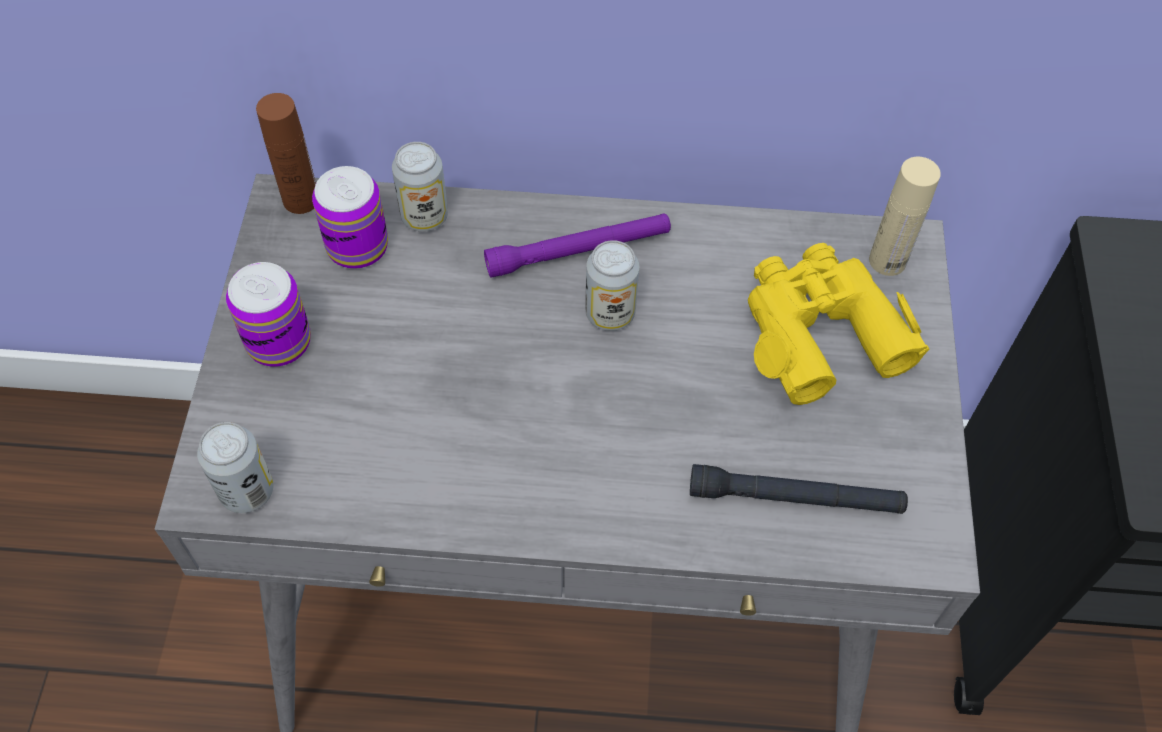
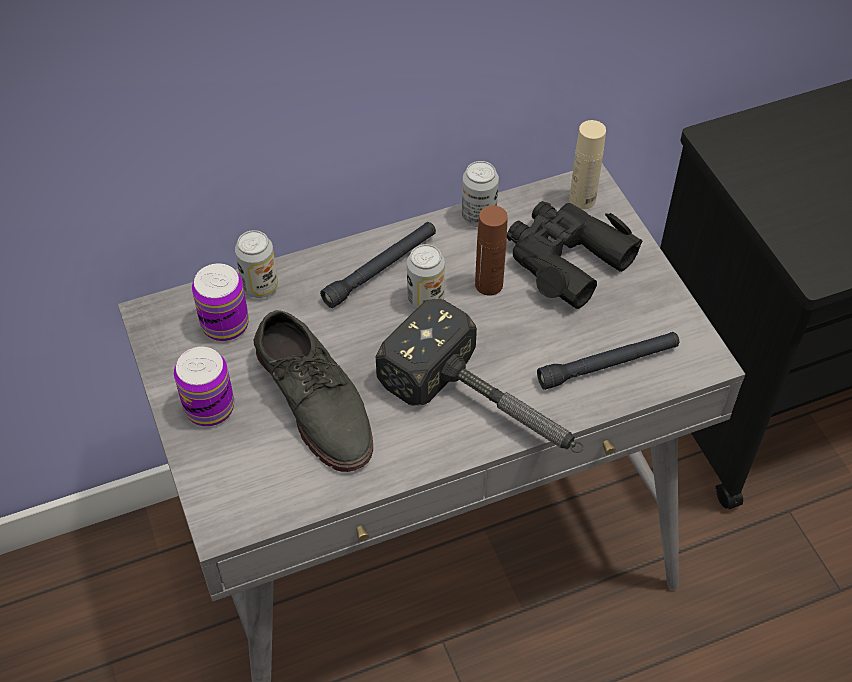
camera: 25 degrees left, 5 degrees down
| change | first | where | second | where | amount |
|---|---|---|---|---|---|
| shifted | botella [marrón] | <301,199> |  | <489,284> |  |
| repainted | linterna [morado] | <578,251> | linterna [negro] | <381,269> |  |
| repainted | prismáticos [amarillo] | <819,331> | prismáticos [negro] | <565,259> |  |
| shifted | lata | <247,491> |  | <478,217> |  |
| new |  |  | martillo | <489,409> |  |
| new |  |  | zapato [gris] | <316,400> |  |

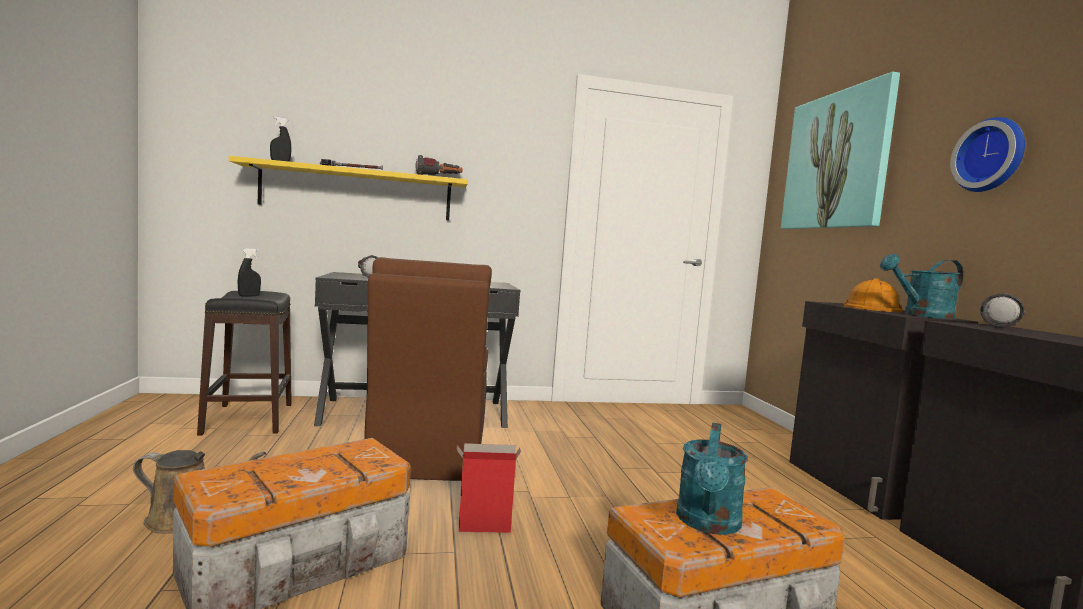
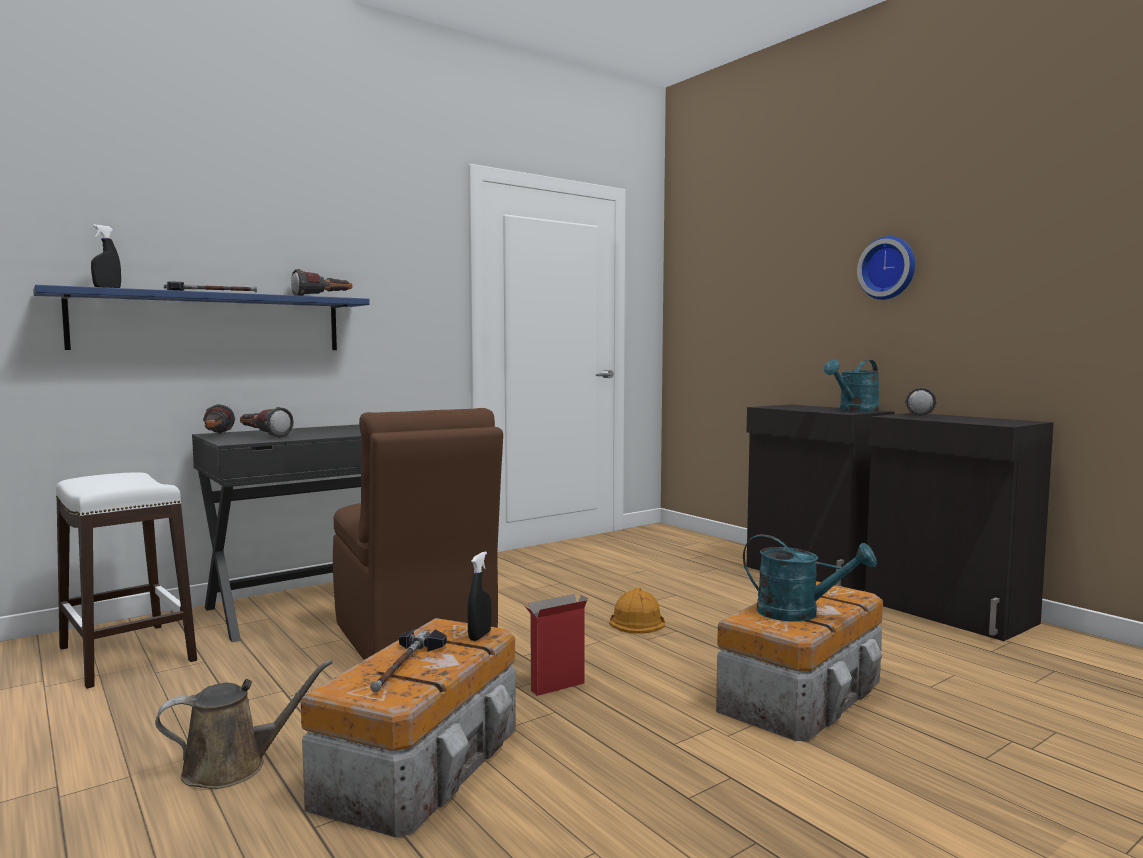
camera: 25 degrees left, 0 degrees up
| change | first | where | second | where | amount |
|---|---|---|---|---|---|
| gone | cuadro | <837,161> |  |  |  |
| repainted | estante [amarillo] | <357,192> | estante [azul] | <212,322> |  |
| shifted | pulverizador [negro] | <249,296> |  | <479,636> |  |
| shifted | casco [naranja] | <872,308> |  | <637,620> |  |
| repainted | taburete [negro] | <249,418> | taburete [blanco] | <127,653> |  |
| rotated | regadera [turquesa] | <708,524> |  | <799,613> | 60 degrees counterclockwise |
| new |  |  | linterna | <215,436> |  |
| new |  |  | martillo | <405,666> |  |

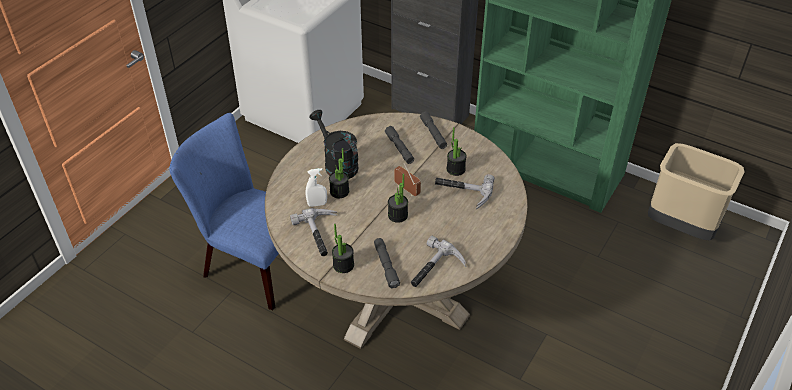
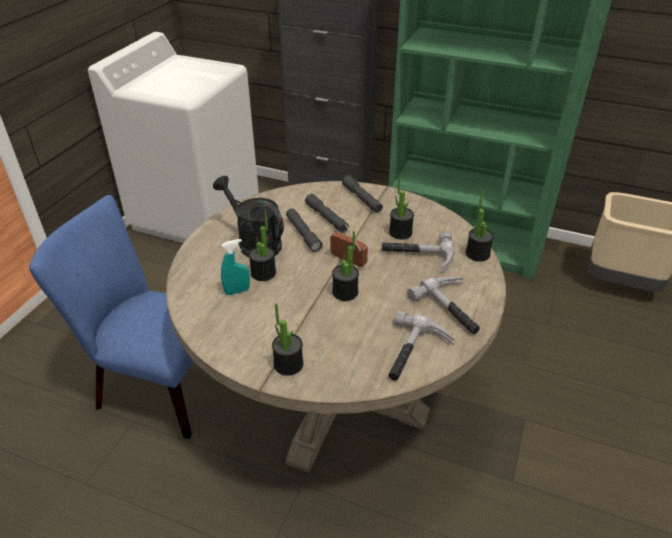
camera: 10 degrees left, 5 degrees down
| change | first | where | second | where | amount |
|---|---|---|---|---|---|
| repainted | pulverizador [blanco] | <317,204> | pulverizador [turquesa] | <237,291> |  |
| shifted | martillo | <320,234> |  | <453,308> |  |
| shifted | linterna [gris] | <386,266> |  | <303,234> |  |
| new |  |  | planta en maceta | <477,254> |  |

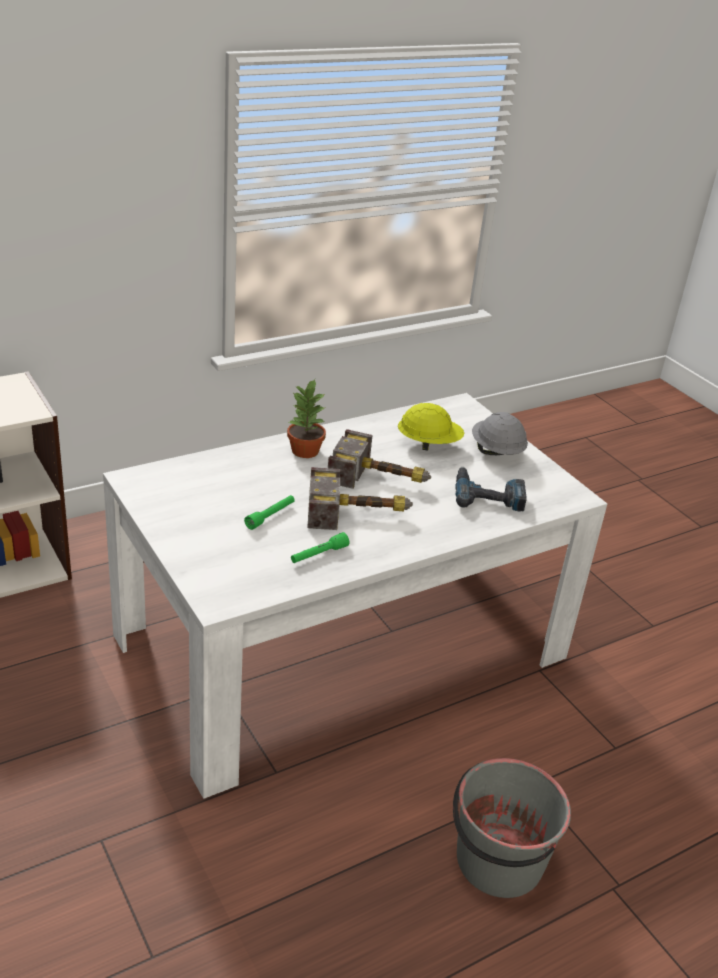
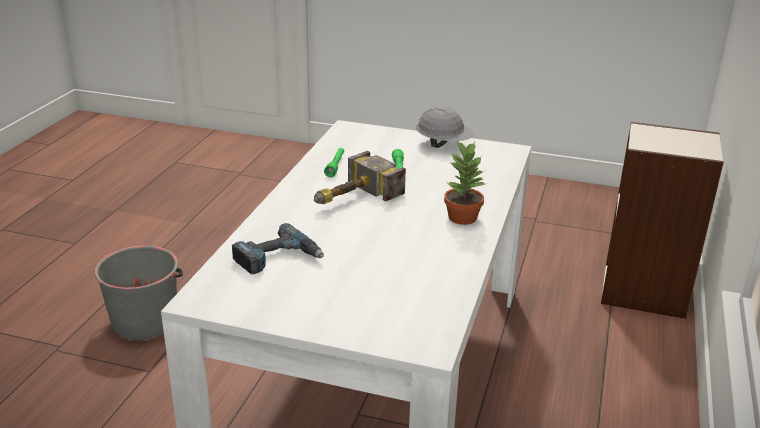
camera: 140 degrees right, 5 degrees down
| change | first | where | second | where | amount |
|---|---|---|---|---|---|
| gone | casco [amarillo] | <428,444> |  |  |  |
| shifted | casco [gris] | <496,451> |  | <444,145> |  |
| gone | martillo | <382,478> |  |  |  |

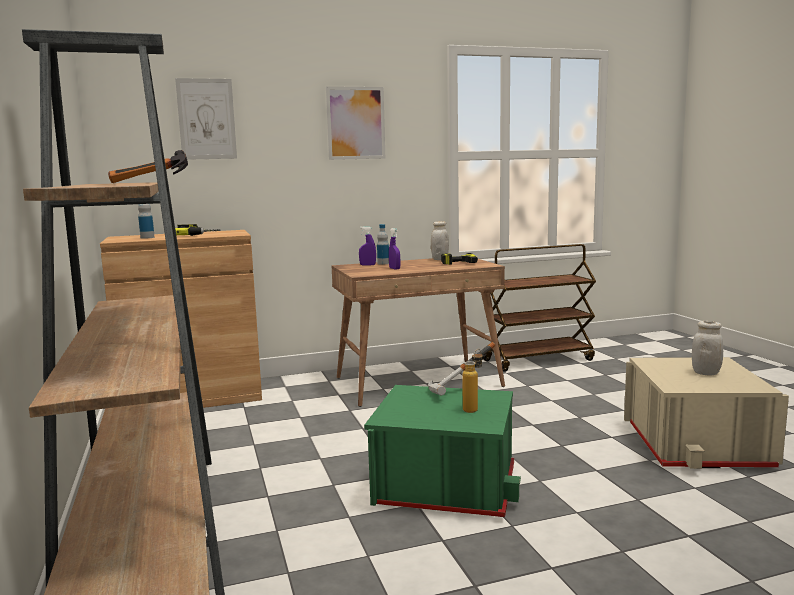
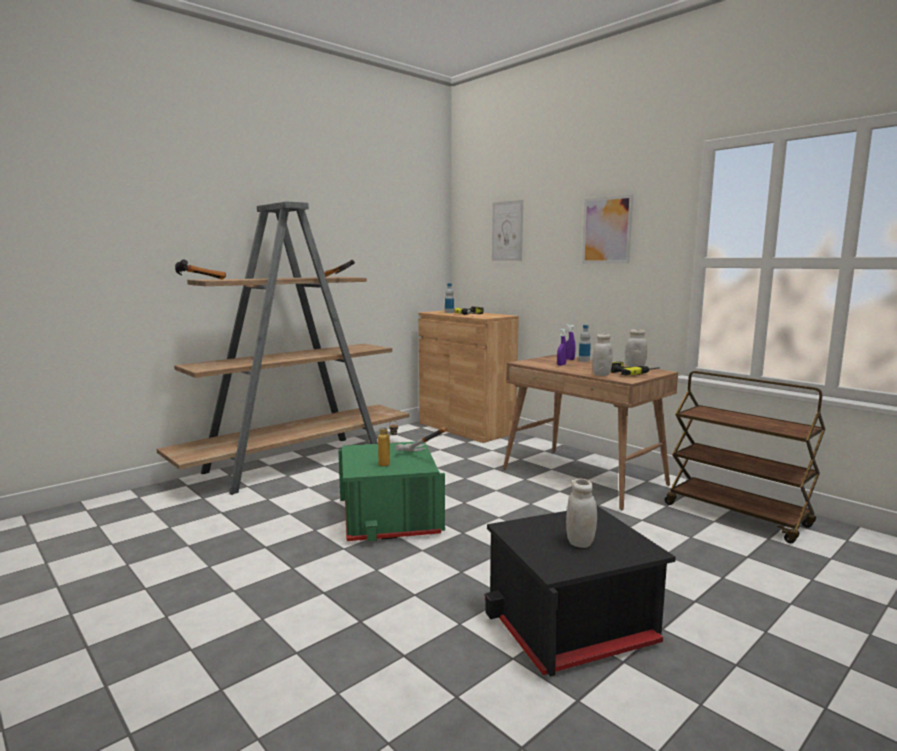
camera: 65 degrees right, 0 degrees up
| change | first | where | second | where | amount |
|---|---|---|---|---|---|
| repainted | caja de almacenaje [beis] | <696,445> | caja de almacenaje [negro] | <572,624> |  |
| new |  |  | martillo | <200,279> |  |
| new |  |  | tarro [blanco] | <601,375> |  |

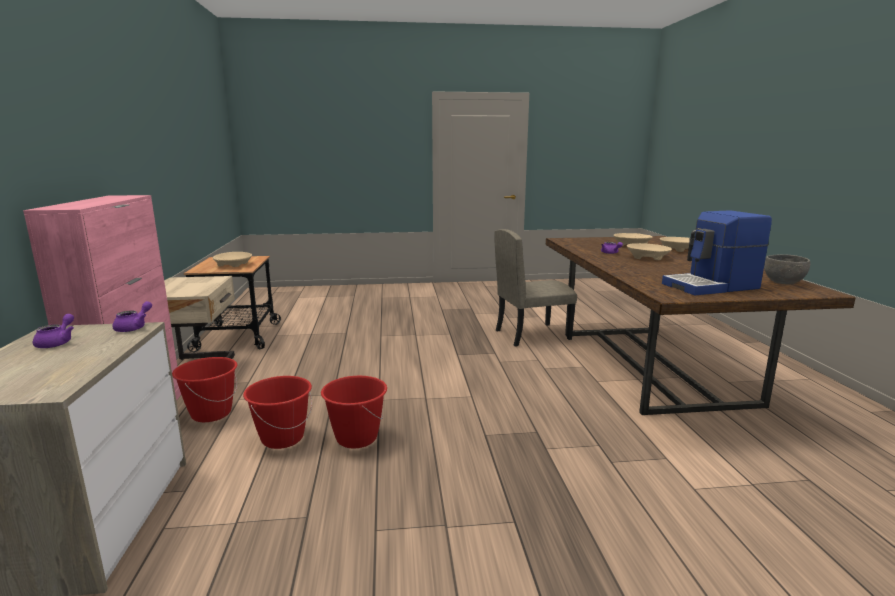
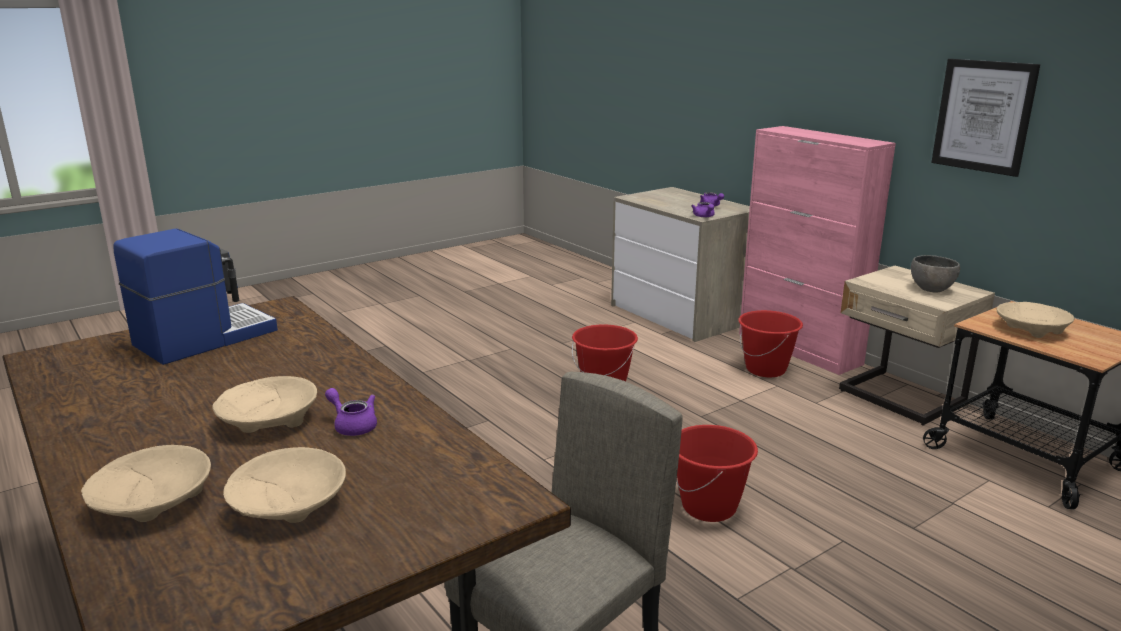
camera: 150 degrees right, 5 degrees up
| change | first | where | second | where | amount |
|---|---|---|---|---|---|
| shifted | cuenco [gris] | <783,283> |  | <932,289> |  |
| shifted | cubo [rojo] | <282,438> |  | <709,507> |  |
| new |  |  | cuadro | <983,116> |  |

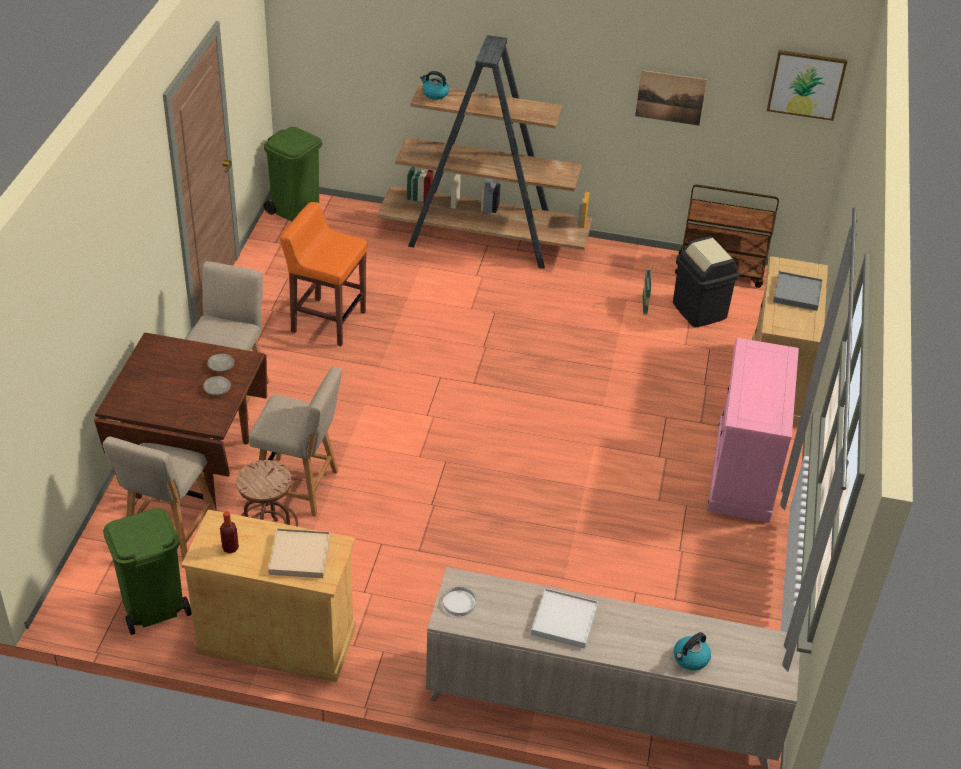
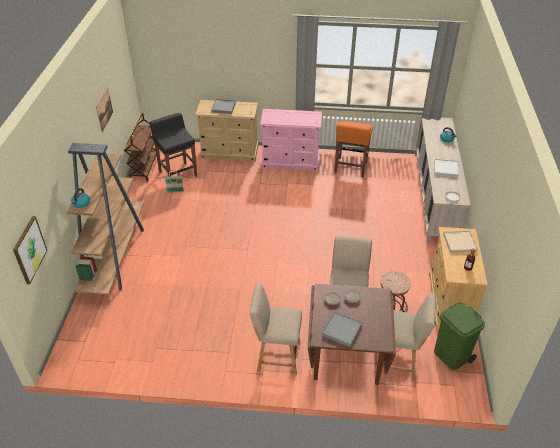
camera: 95 degrees left, 0 degrees up
| change | first | where | second | where | amount |
|---|---|---|---|---|---|
| shifted | cuadro | <806,84> |  | <29,250> |  |
| gone | papelera [verde] | <296,209> |  |  |  |
| shifted | taburete [naranja] | <327,321> |  | <350,168> |  |
| swapped | papelera [negro] | <700,310> | taburete [negro] | <178,173> |  |
| new |  |  | bandeja [gris] | <341,330> |  |

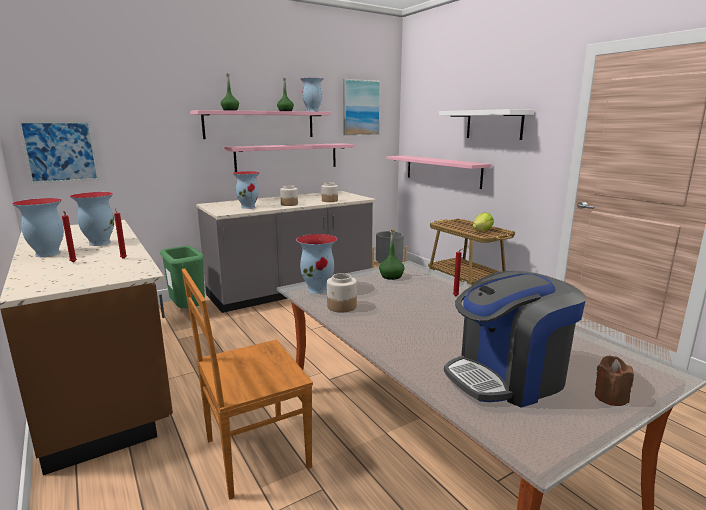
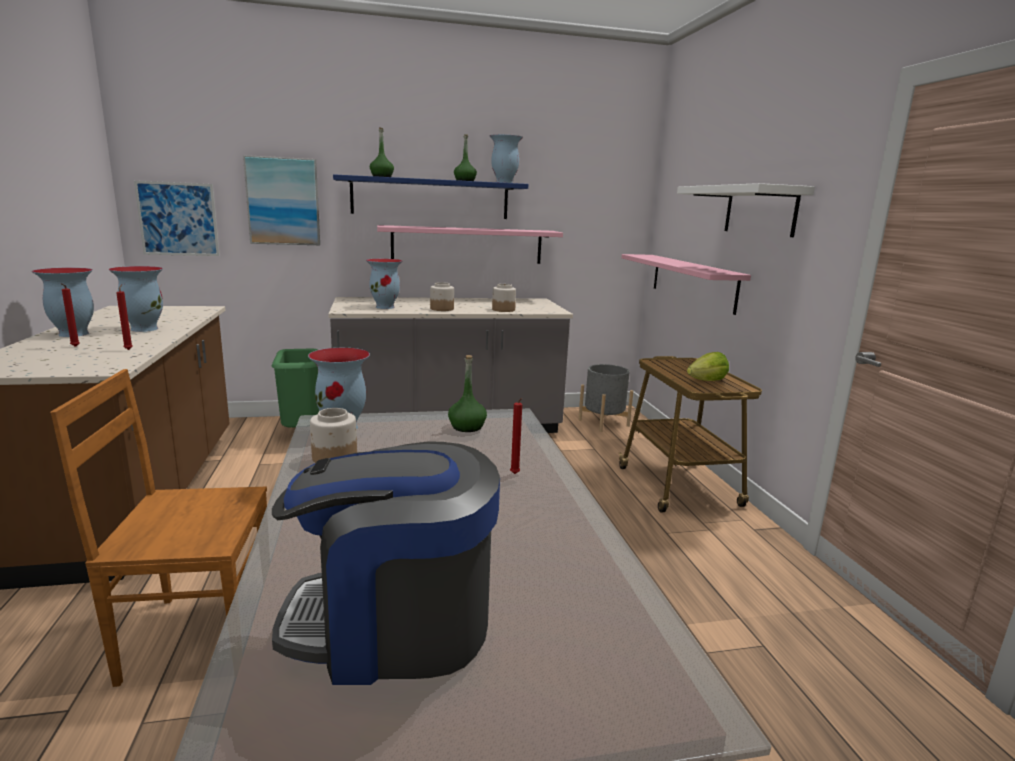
camera: 20 degrees right, 0 degrees up
| change | first | where | second | where | amount |
|---|---|---|---|---|---|
| shifted | cuadro | <361,107> |  | <283,201> |  |
| repainted | estante [rosa] | <260,124> | estante [azul] | <430,198> |  |
| gone | vela [marrón] | <610,397> |  |  |  |

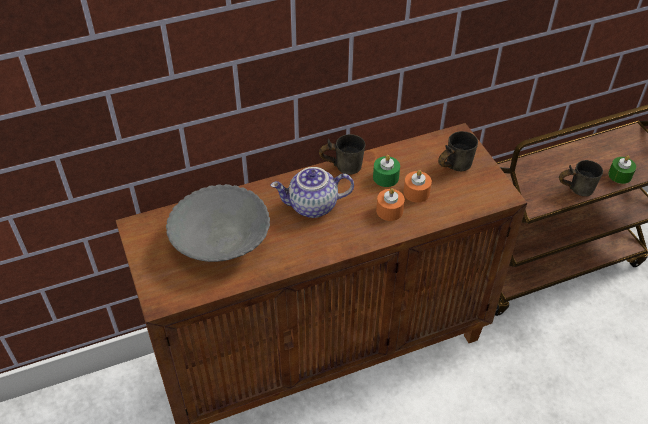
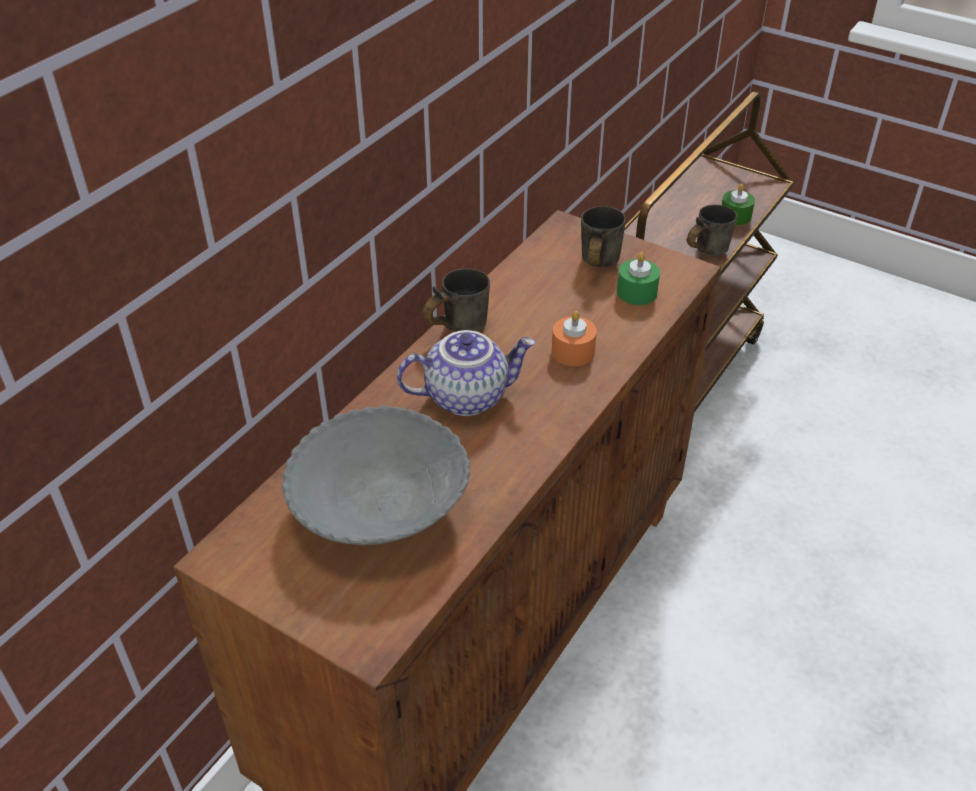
camera: 35 degrees left, 5 degrees down
| change | first | where | second | where | amount |
|---|---|---|---|---|---|
| shifted | vela [verde] | <385,177> |  | <636,292> |  |
| rotated | tetera | <312,206> |  | <467,396> | 150 degrees counterclockwise |
| gone | vela [naranja] | <416,192> |  |  |  |

